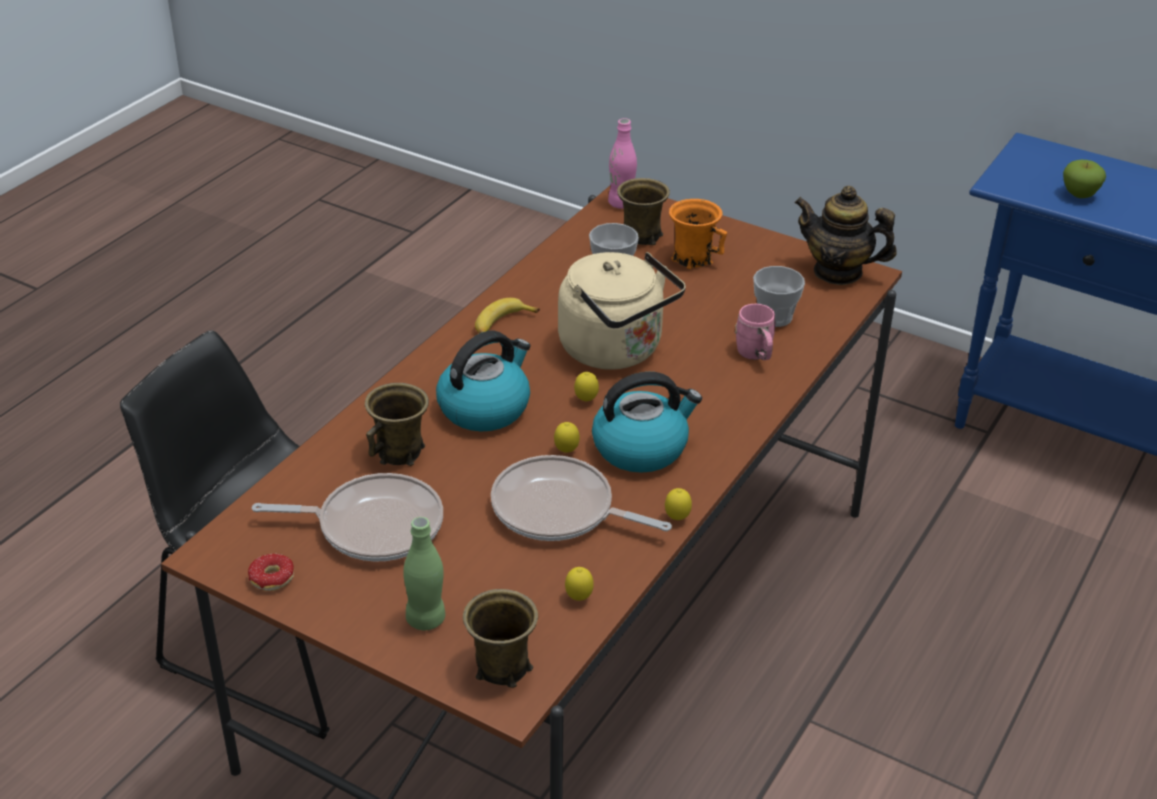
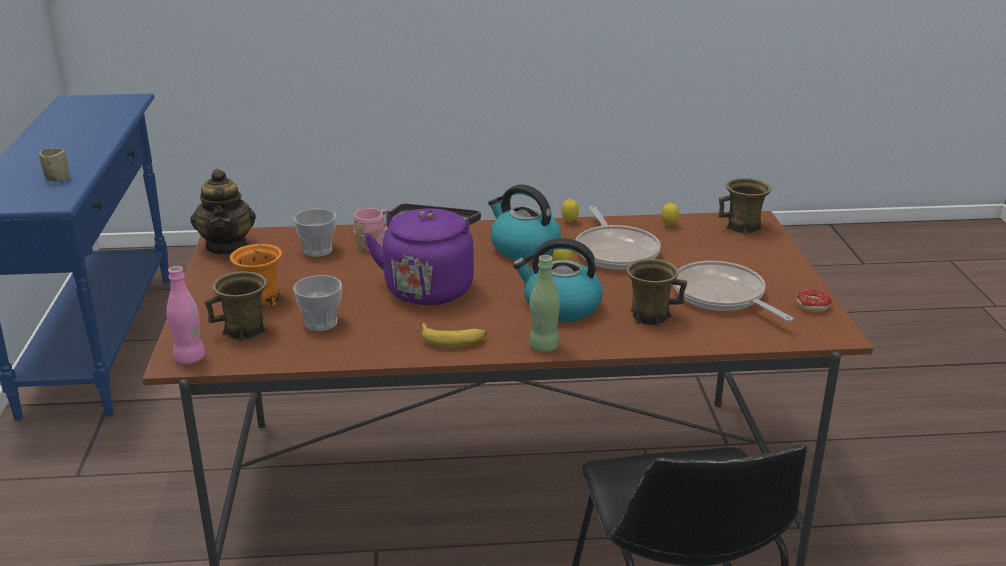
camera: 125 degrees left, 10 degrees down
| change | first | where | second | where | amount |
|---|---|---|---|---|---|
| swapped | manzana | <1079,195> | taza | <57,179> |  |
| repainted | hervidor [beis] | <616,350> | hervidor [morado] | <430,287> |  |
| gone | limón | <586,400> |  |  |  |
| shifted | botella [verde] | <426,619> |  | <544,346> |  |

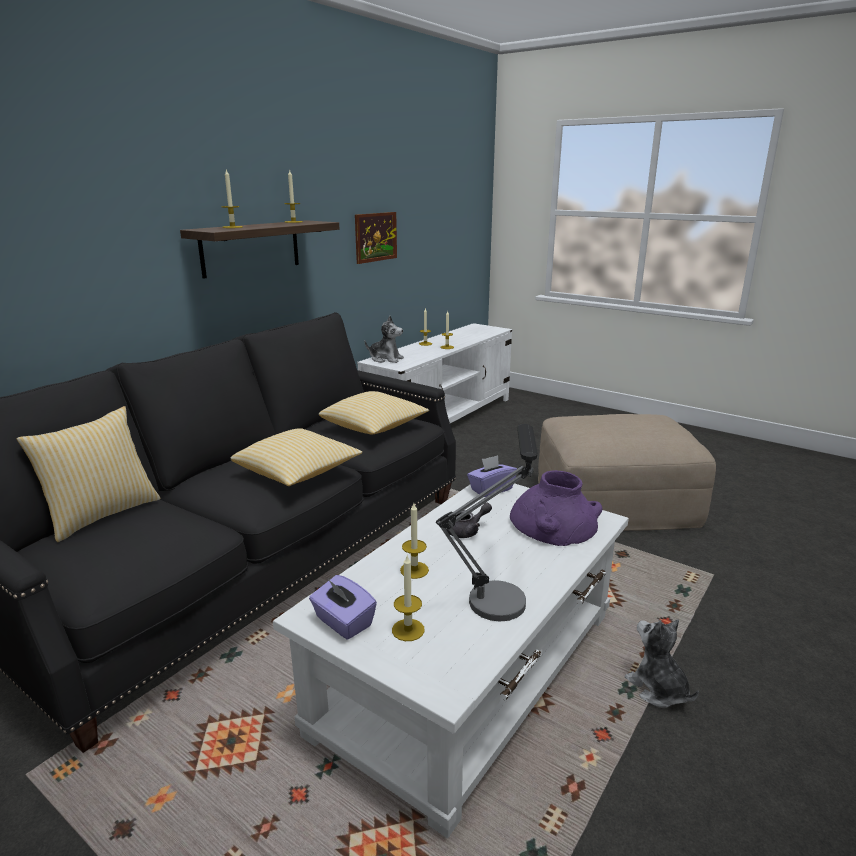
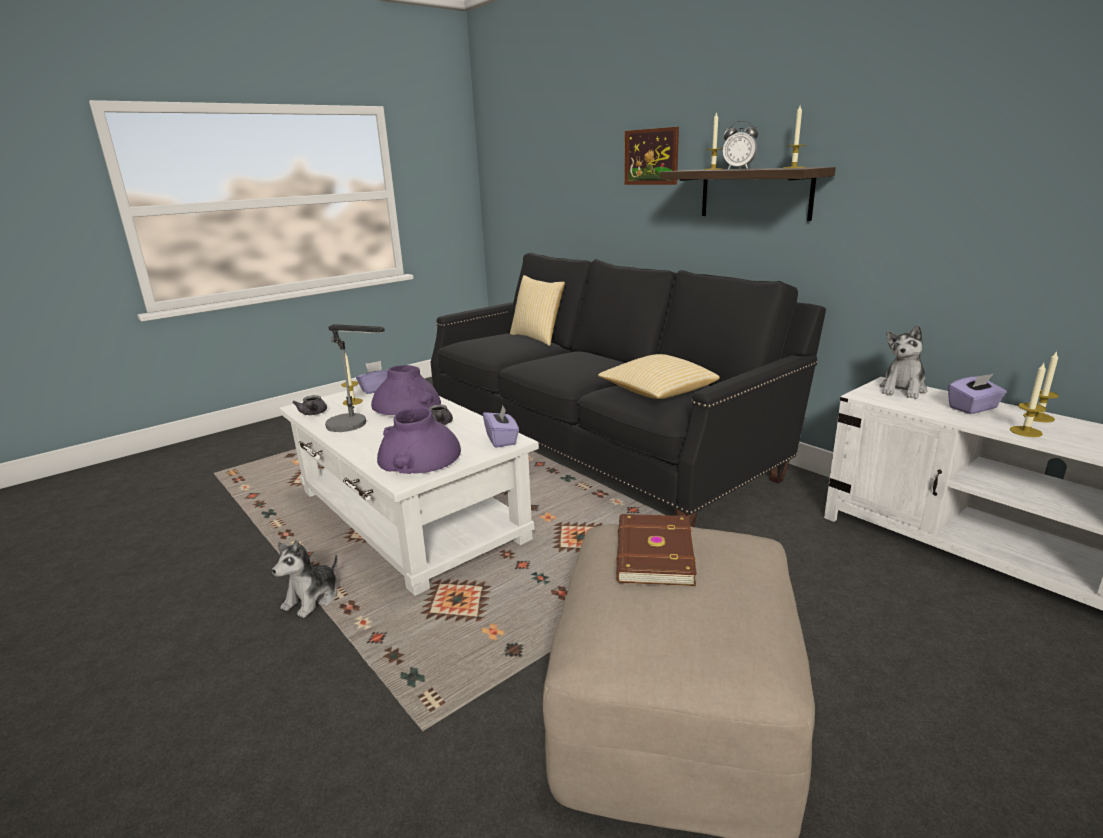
camera: 105 degrees right, 0 degrees up
| change | first | where | second | where | amount |
|---|---|---|---|---|---|
| shifted | cuadro | <375,237> |  | <651,157> |  |
| gone | cojín | <297,473> |  |  |  |
| swapped | vela | <414,570> | florero [morado] | <407,406> |  |
| rotated | peluche | <657,689> |  | <313,598> | 135 degrees clockwise |
| new |  |  | despertador | <738,169> |  |
| new |  |  | caja de pañuelos [morado] | <973,408> |  |
| new |  |  | tetera [gris] | <313,414> |  |
| new |  |  | libro [marrón] | <652,553> |  |

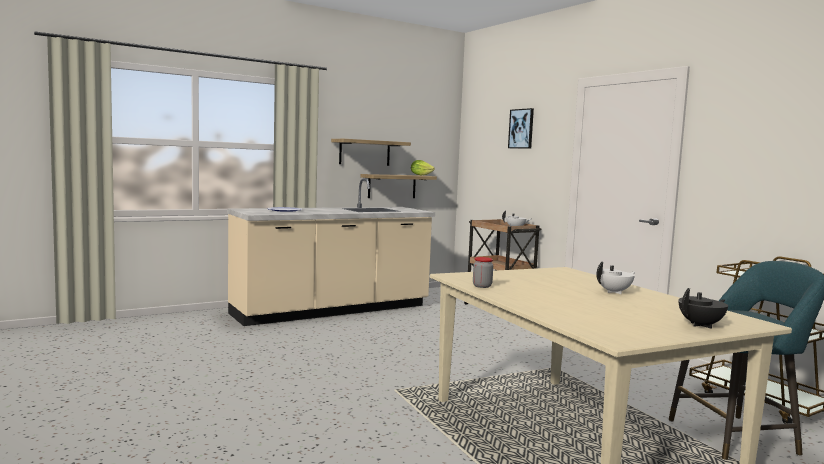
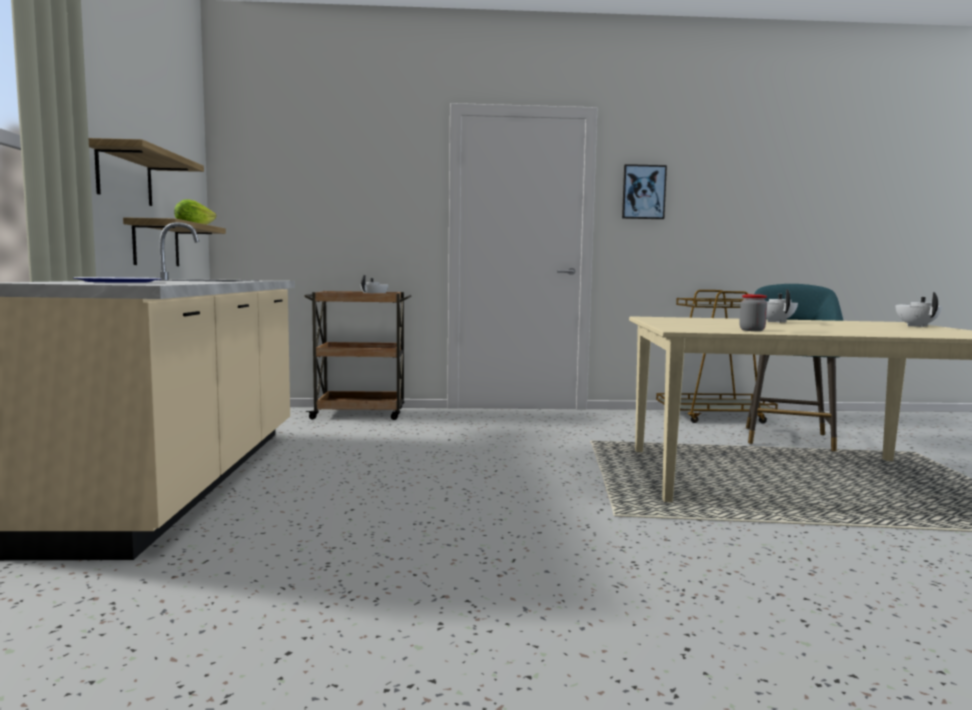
camera: 60 degrees left, 0 degrees up
| change | first | where | second | where | amount |
|---|---|---|---|---|---|
| shifted | cuadro | <521,128> |  | <643,192> |  |
| repainted | tetera [negro] | <701,325> | tetera [blanco] | <916,326> |  |

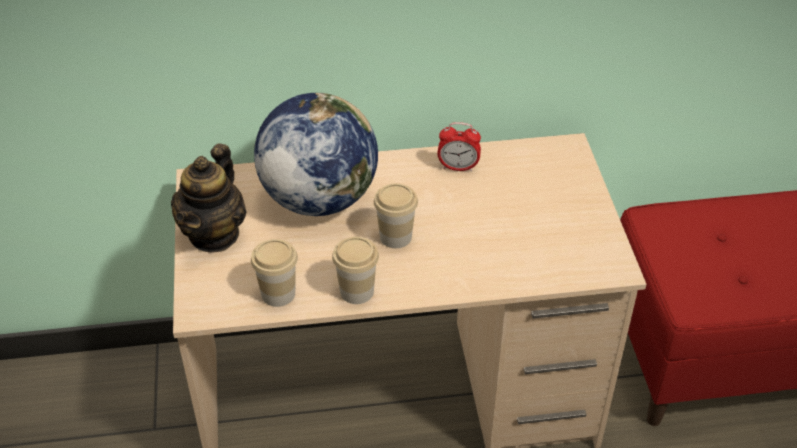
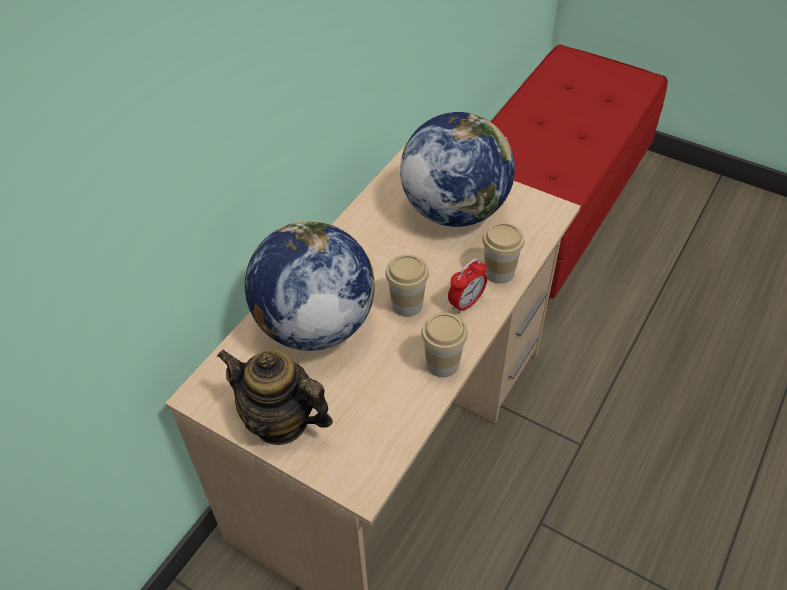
camera: 50 degrees left, 5 degrees up
| change | first | where | second | where | amount |
|---|---|---|---|---|---|
| shifted | despertador | <458,167> |  | <466,303> |  |
| rotated | tetera | <214,234> |  | <280,421> | 150 degrees clockwise |
| shifted | taza | <278,294> |  | <499,272> |  |
| new |  |  | globo terráqueo | <454,210> |  |

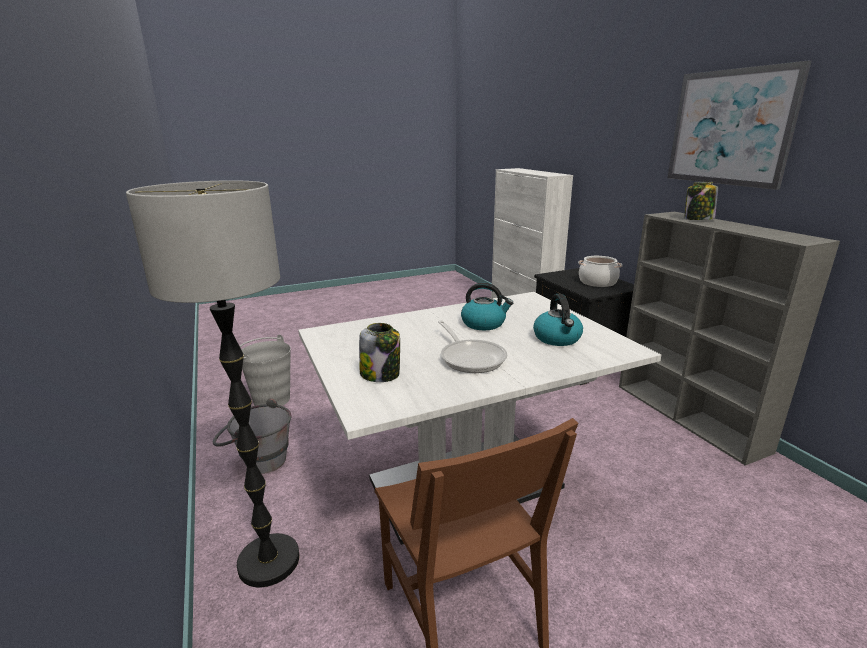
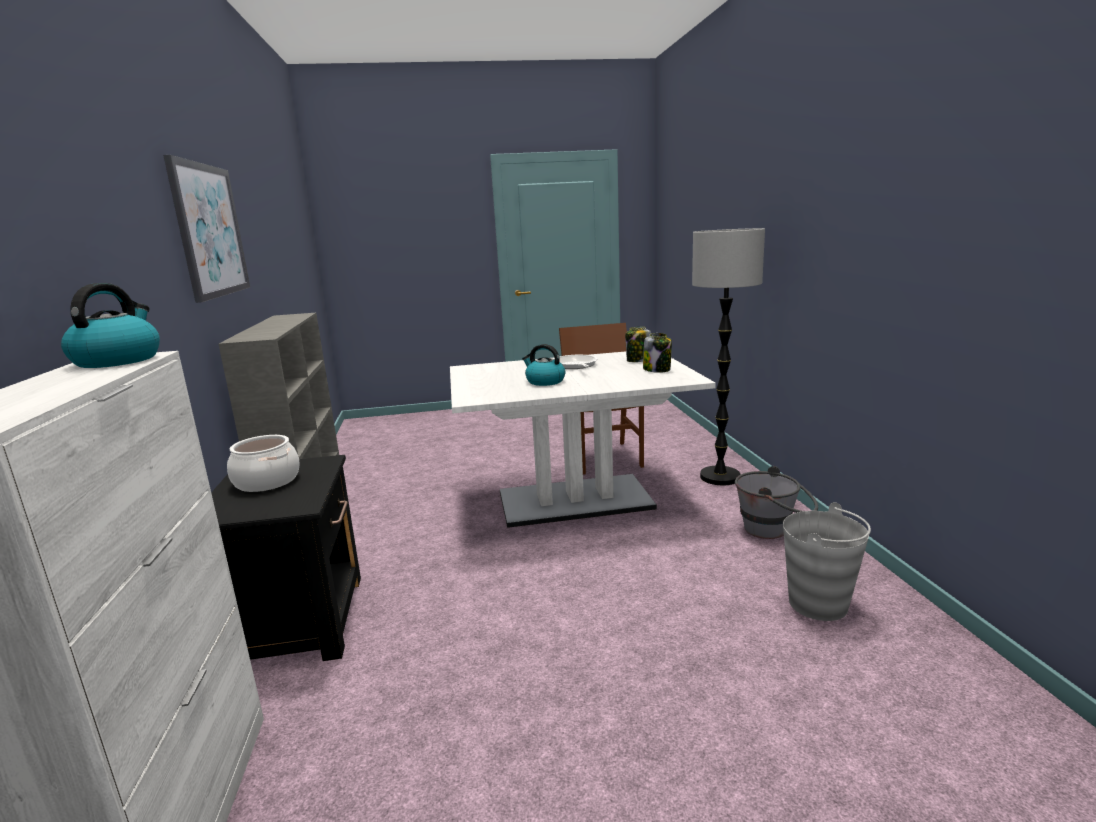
camera: 165 degrees left, 5 degrees down
| change | first | where | second | where | amount |
|---|---|---|---|---|---|
| shifted | tarro | <698,219> |  | <657,370> |  |
| shifted | hervidor | <557,338> |  | <118,360> |  |

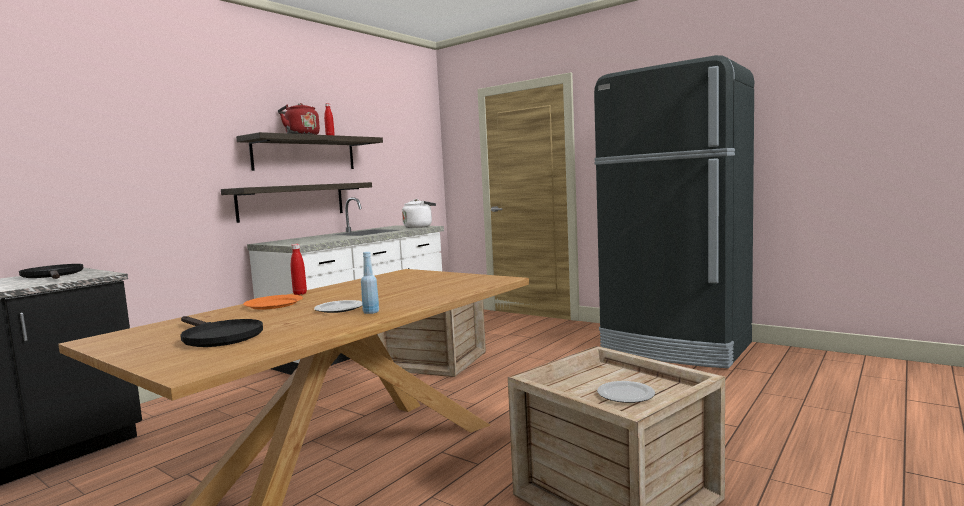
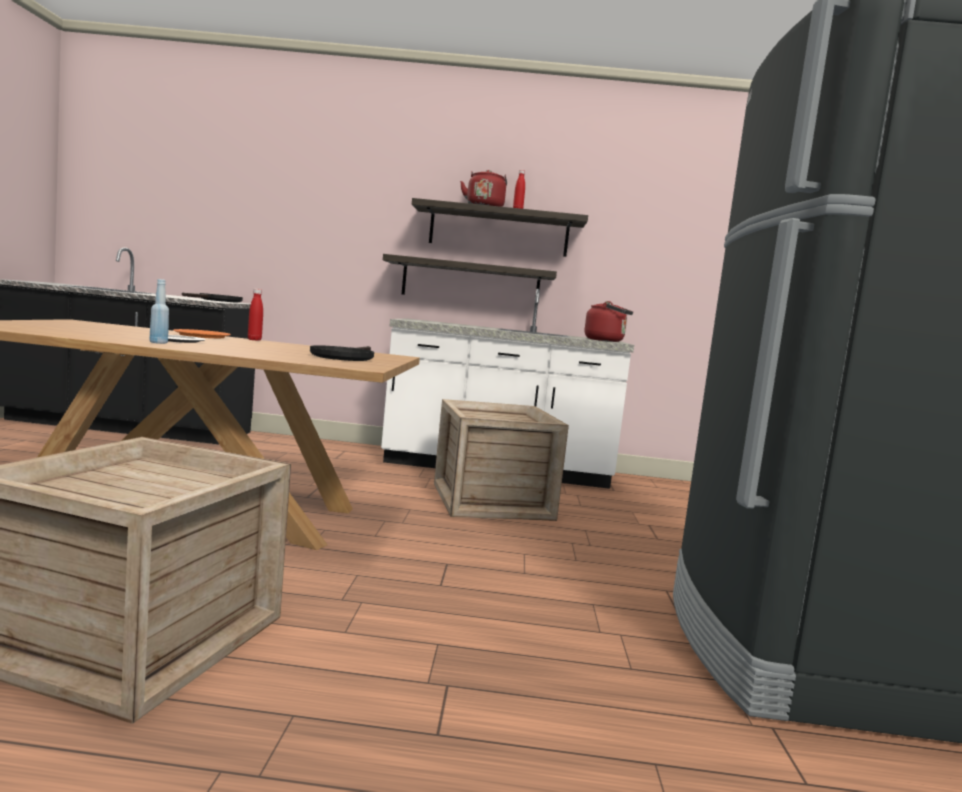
camera: 55 degrees right, 0 degrees up
| change | first | where | second | where | amount |
|---|---|---|---|---|---|
| repainted | hervidor [blanco] | <419,227> | hervidor [rojo] | <606,341> |  |
| shifted | sartén [negro] | <218,336> |  | <344,357> |  |
| gone | plato | <625,394> |  |  |  |

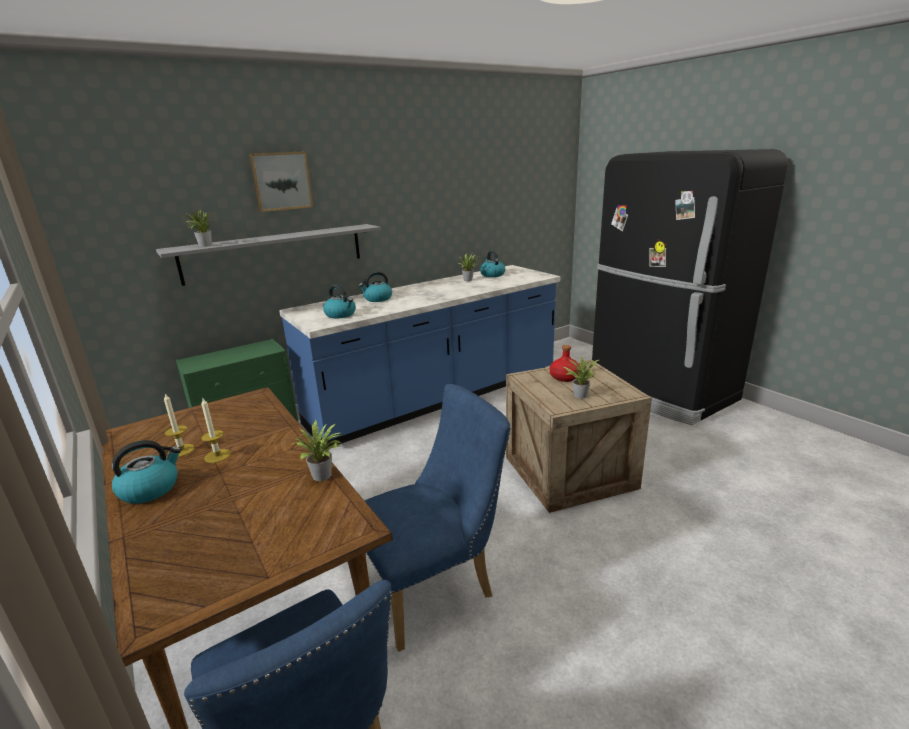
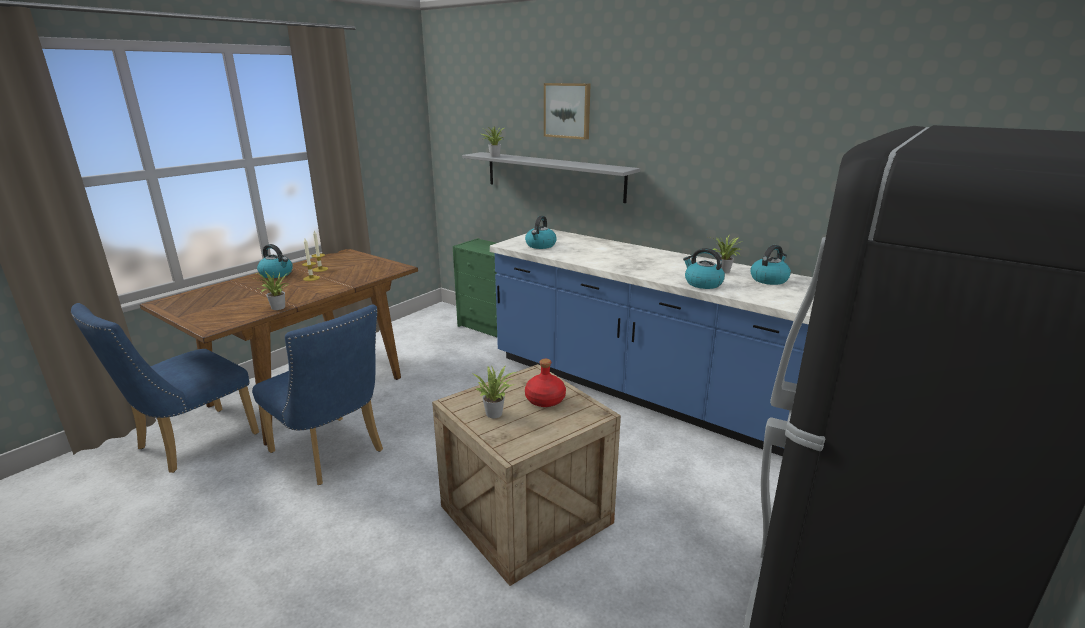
camera: 70 degrees right, 0 degrees up
| change | first | where | second | where | amount |
|---|---|---|---|---|---|
| shifted | hervidor | <377,299> |  | <702,283> |  |

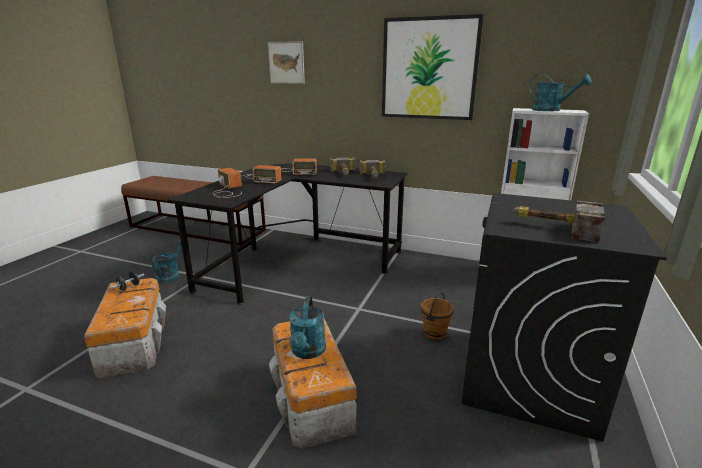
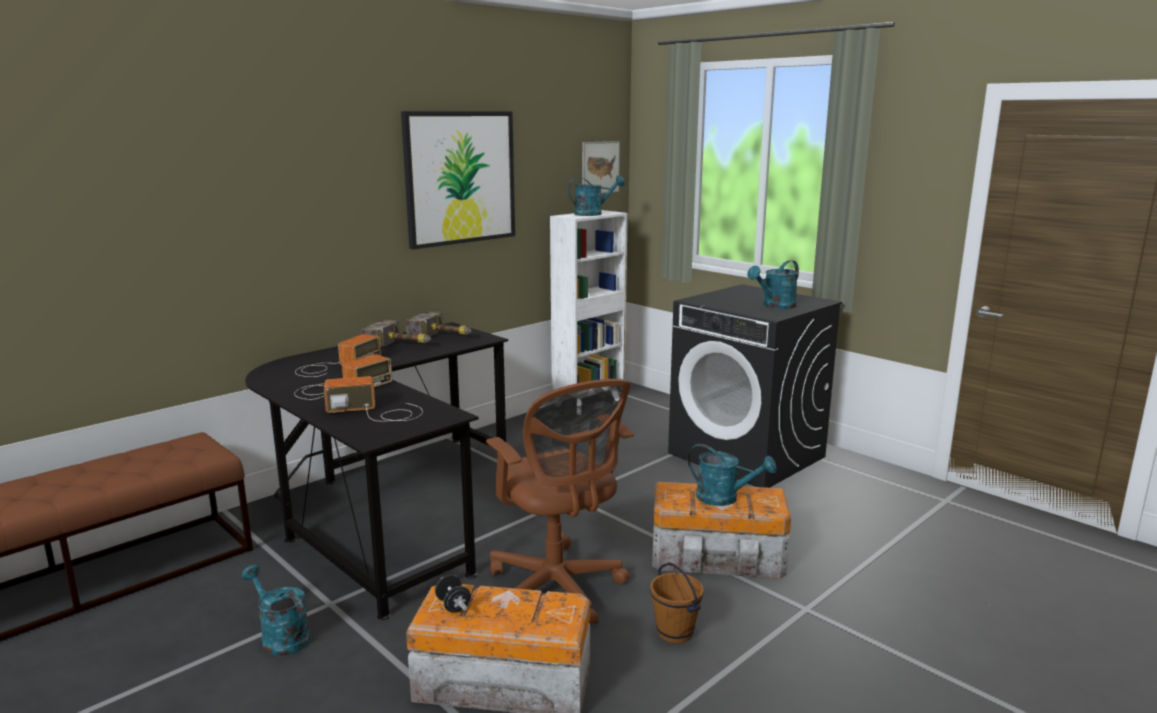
camera: 65 degrees left, 5 degrees down
| change | first | where | second | where | amount |
|---|---|---|---|---|---|
| shifted | cuadro | <286,62> |  | <600,167> |  |
| swapped | martillo | <552,227> | regadera [turquesa] | <775,306> |  |
| shifted | cubo [marrón] | <435,333> |  | <675,632> |  |
| new |  |  | silla de oficina [marrón] | <558,590> |  |

